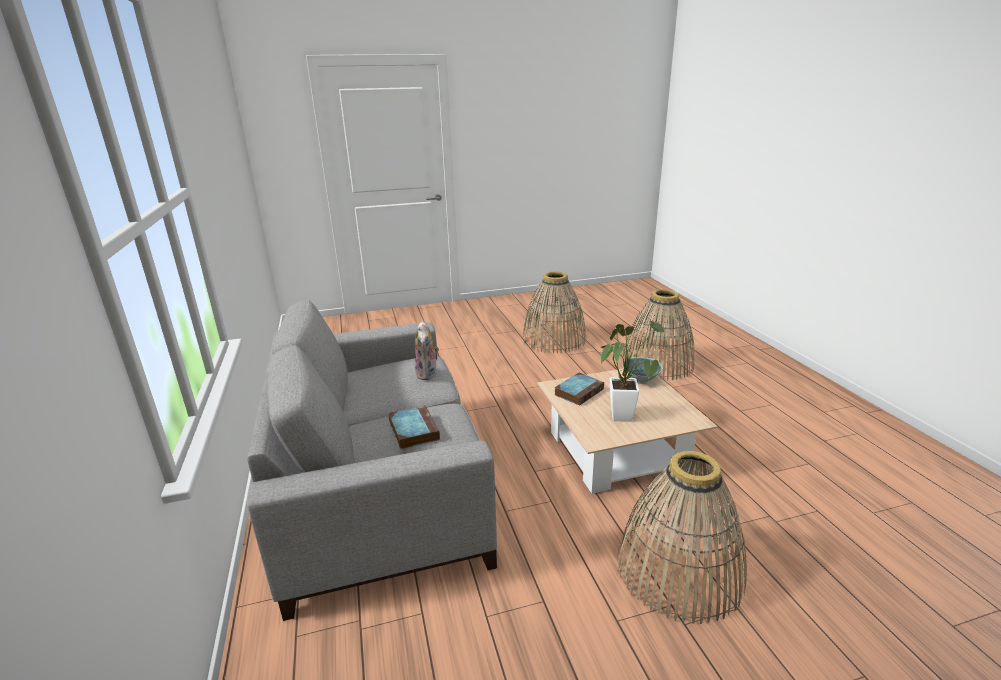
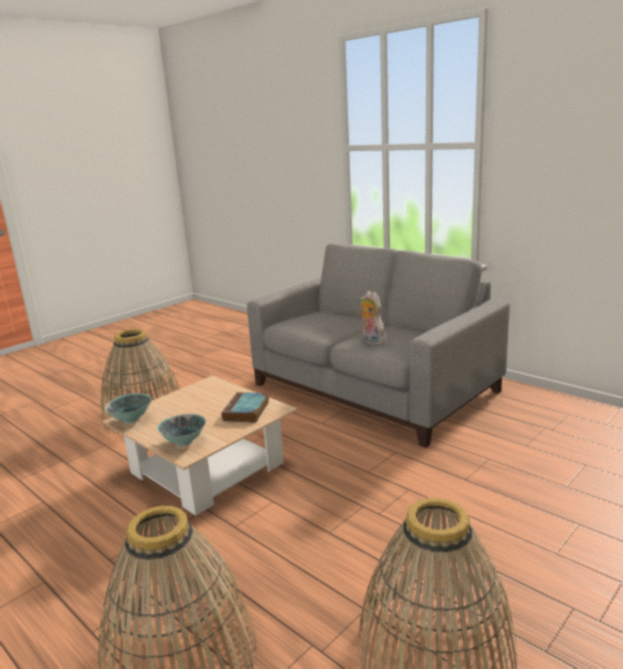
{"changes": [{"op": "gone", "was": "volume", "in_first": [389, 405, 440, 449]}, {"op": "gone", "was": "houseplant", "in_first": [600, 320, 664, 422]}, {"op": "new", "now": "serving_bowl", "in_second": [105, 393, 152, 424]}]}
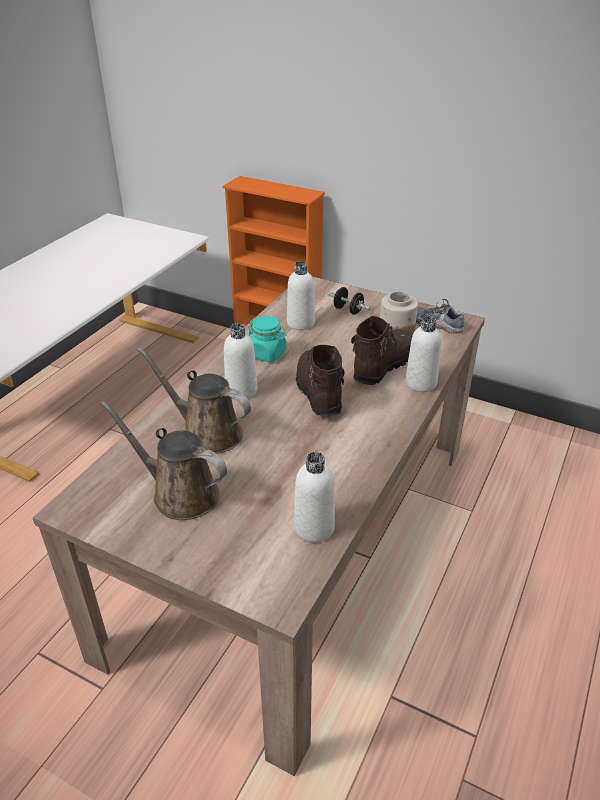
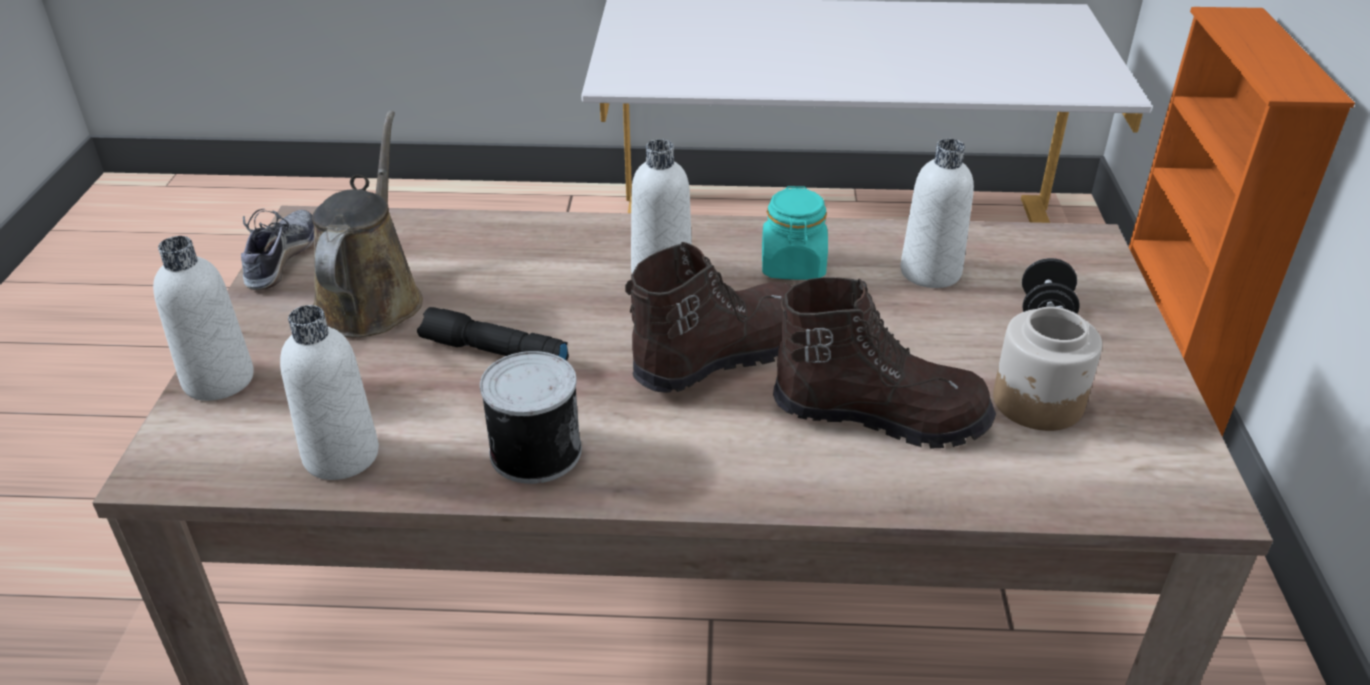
{"changes": [{"op": "gone", "was": "brownish_sprinkling_can", "in_first": [137, 347, 251, 454]}, {"op": "new", "now": "black-coloured_flashlight", "in_second": [417, 307, 569, 361]}, {"op": "new", "now": "can", "in_second": [480, 351, 582, 484]}, {"op": "shifted", "was": "white_drink_bottle", "in_first": [405, 316, 442, 392], "in_second": [153, 236, 254, 401]}, {"op": "shifted", "was": "shoe", "in_first": [416, 299, 465, 333], "in_second": [241, 209, 314, 290]}]}
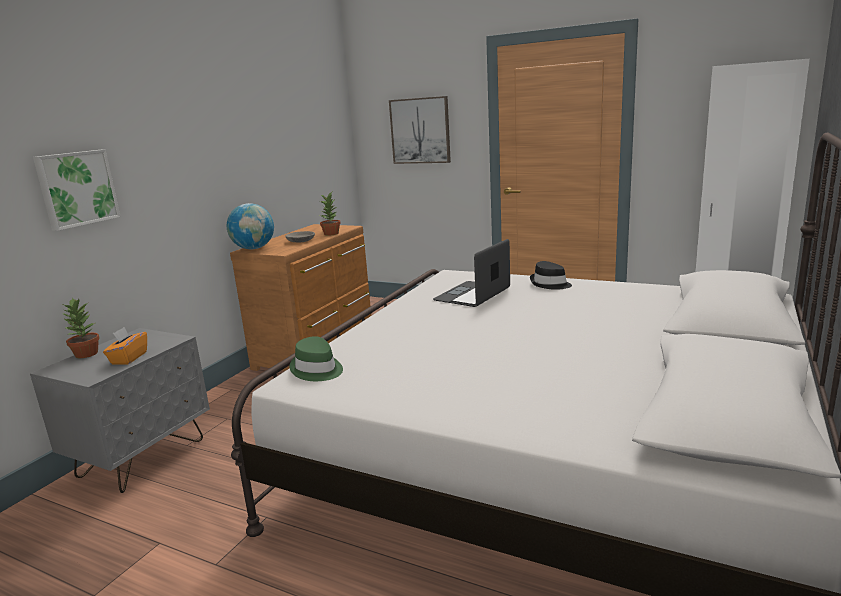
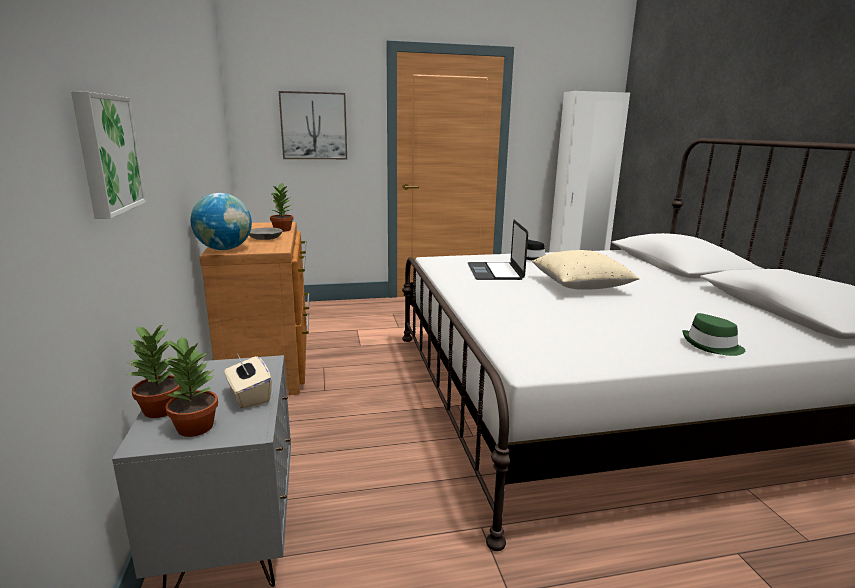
{"changes": [{"op": "new", "now": "houseplant", "in_second": [164, 336, 218, 437]}, {"op": "new", "now": "beige-coloured_pillow", "in_second": [532, 250, 640, 290]}, {"op": "shifted", "was": "green-coloured_clothing_hat", "in_first": [289, 336, 343, 381], "in_second": [683, 313, 745, 356]}, {"op": "repainted", "was": "orange_tissue_holder", "now": "beige-coloured_tissue_holder", "in_first": [103, 327, 147, 364], "in_second": [224, 353, 272, 409]}]}
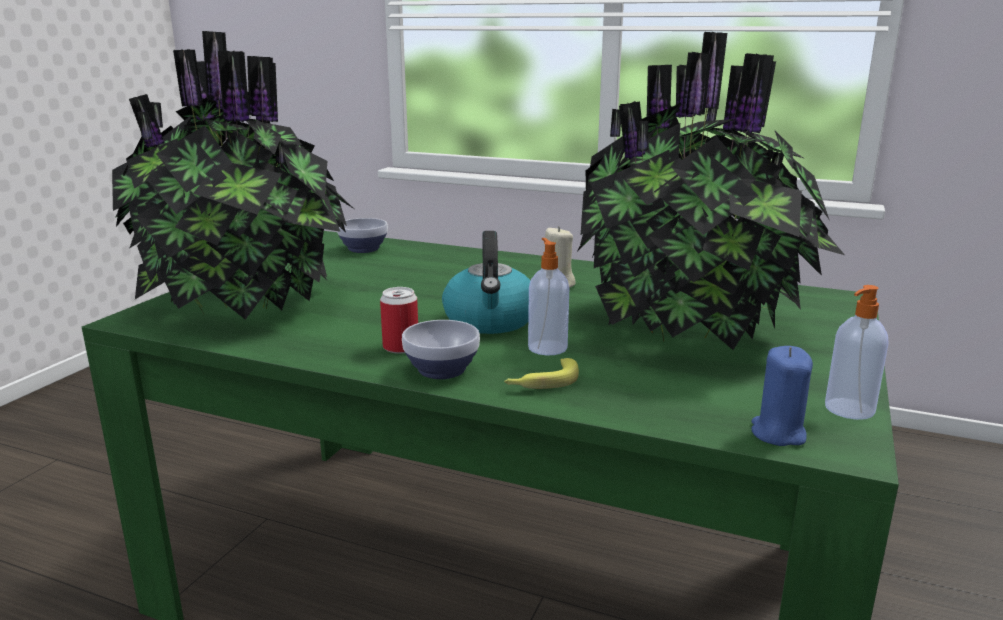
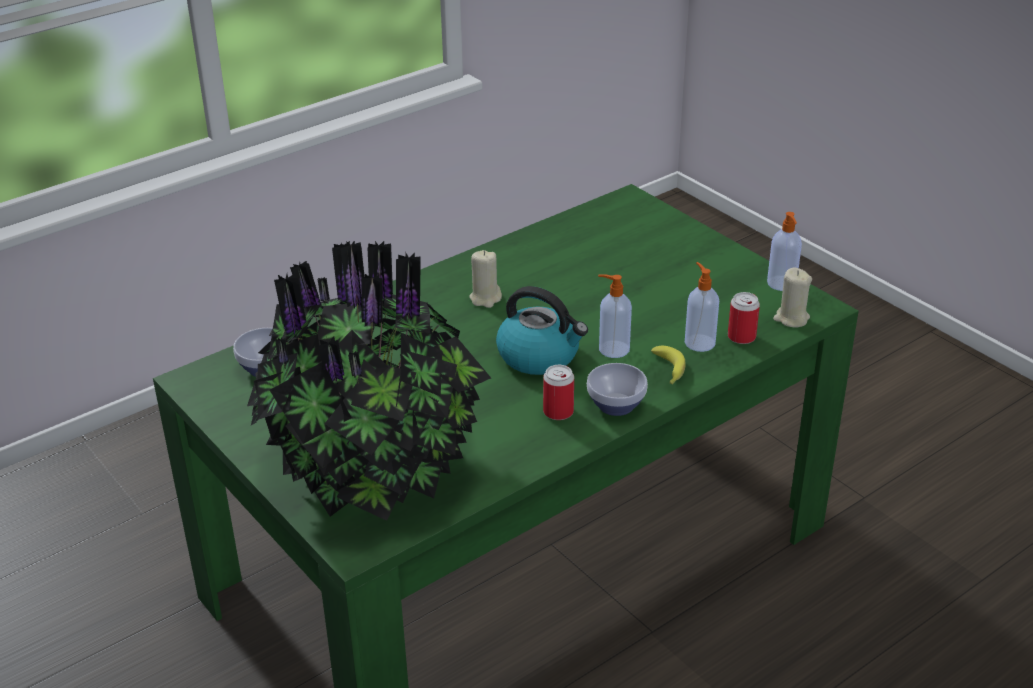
{"changes": [{"op": "gone", "was": "houseplant", "in_first": [578, 32, 845, 350]}, {"op": "new", "now": "soap_dispenser", "in_second": [685, 262, 719, 352]}, {"op": "new", "now": "can", "in_second": [728, 292, 760, 344]}, {"op": "repainted", "was": "blue-coloured_wax_candle", "now": "beige-coloured_wax_candle", "in_first": [751, 346, 813, 446], "in_second": [773, 267, 812, 327]}]}
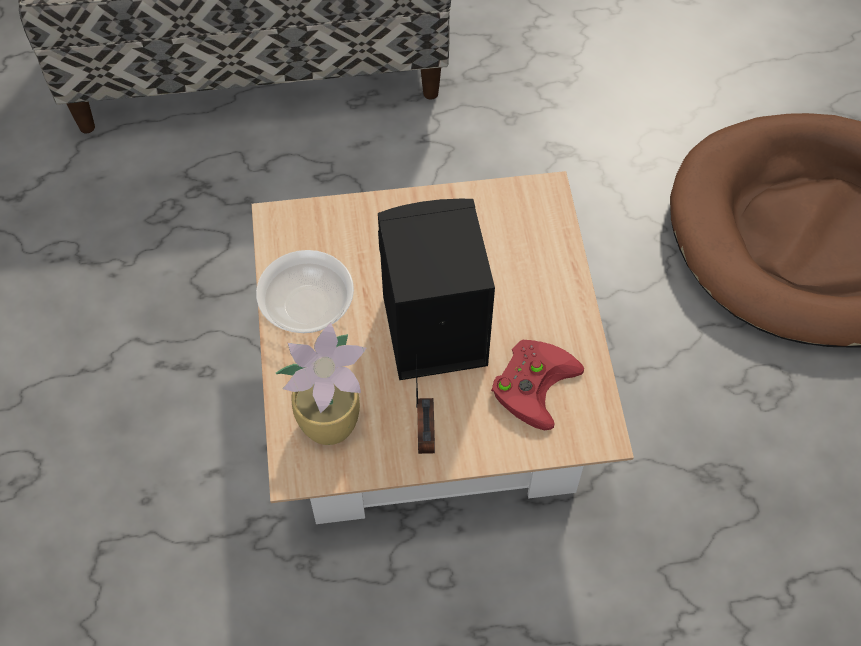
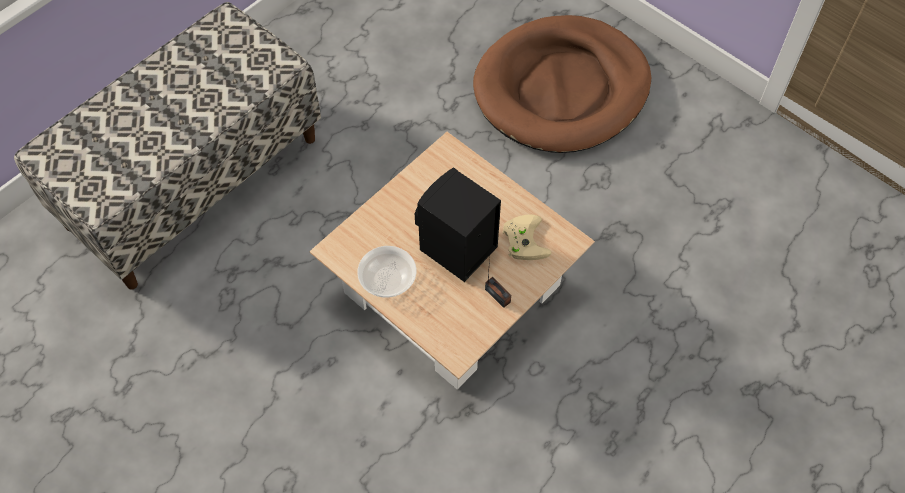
{"changes": [{"op": "gone", "was": "houseplant", "in_first": [276, 322, 366, 445]}, {"op": "repainted", "was": "reddish_gamepad", "now": "beige-coloured_gamepad", "in_first": [491, 340, 584, 430], "in_second": [503, 215, 551, 260]}]}
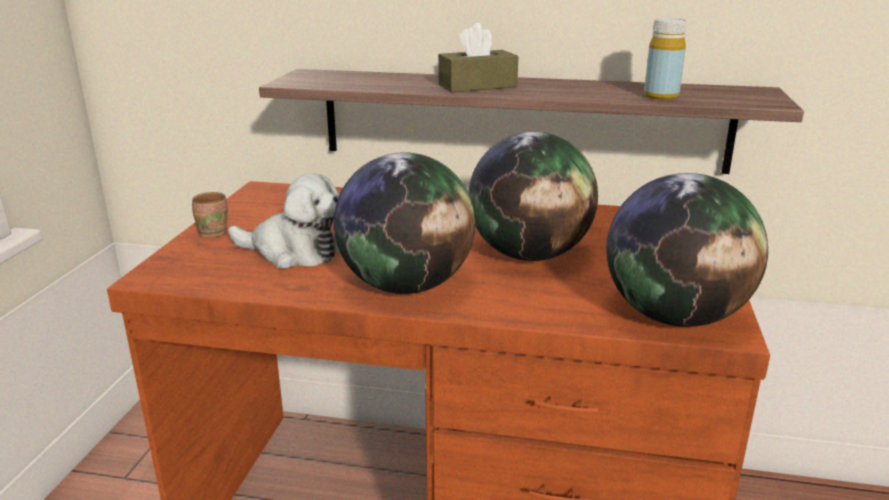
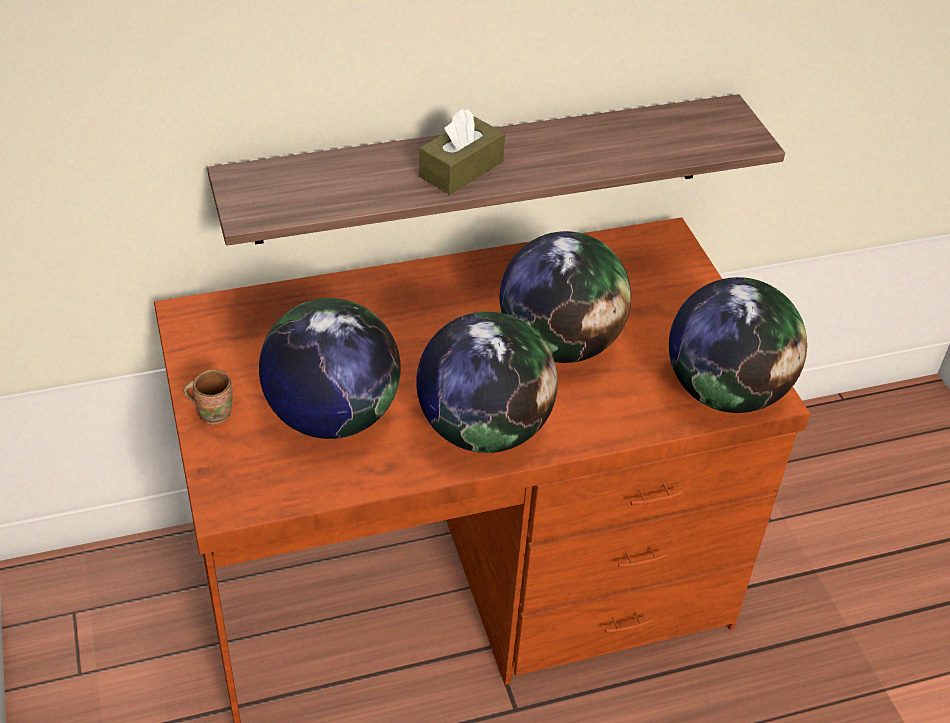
{"changes": [{"op": "gone", "was": "yellow-coloured_drink_bottle", "in_first": [644, 18, 687, 100]}, {"op": "swapped", "was": "plush_toy", "now": "desk_globe", "in_first": [228, 173, 339, 269], "in_second": [259, 298, 401, 439]}]}
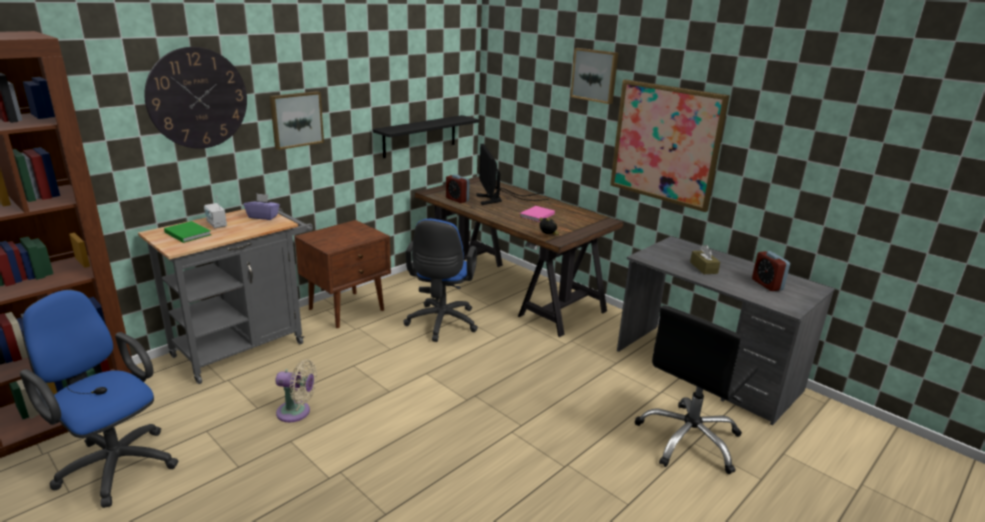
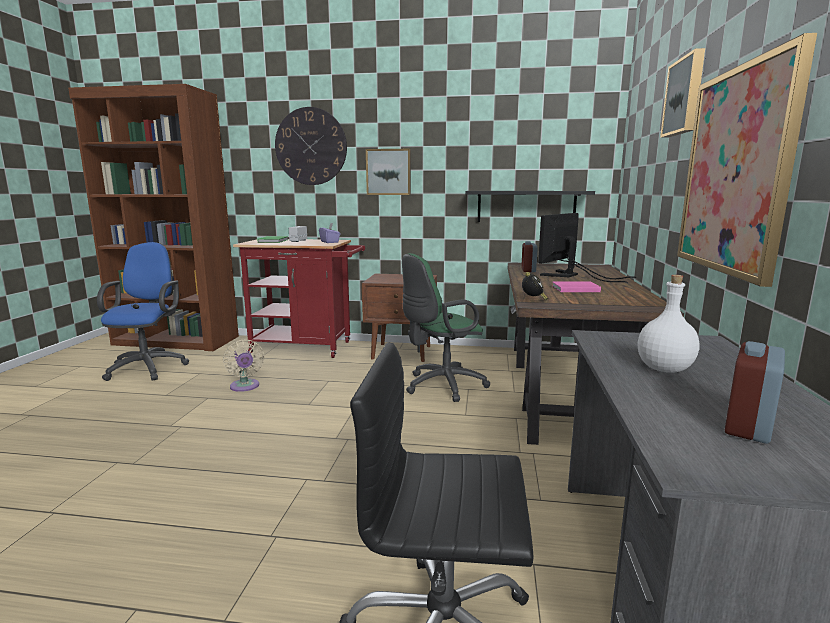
{"changes": [{"op": "swapped", "was": "brownish_tissue_holder", "now": "white_drink_bottle", "in_first": [690, 245, 720, 274], "in_second": [638, 275, 699, 373]}, {"op": "repainted", "was": "grey_cart", "now": "reddish_cart", "in_first": [138, 208, 313, 384], "in_second": [233, 239, 365, 358]}, {"op": "repainted", "was": "blue-coloured_office_chair", "now": "green-coloured_office_chair", "in_first": [404, 219, 478, 342], "in_second": [402, 253, 490, 402]}]}
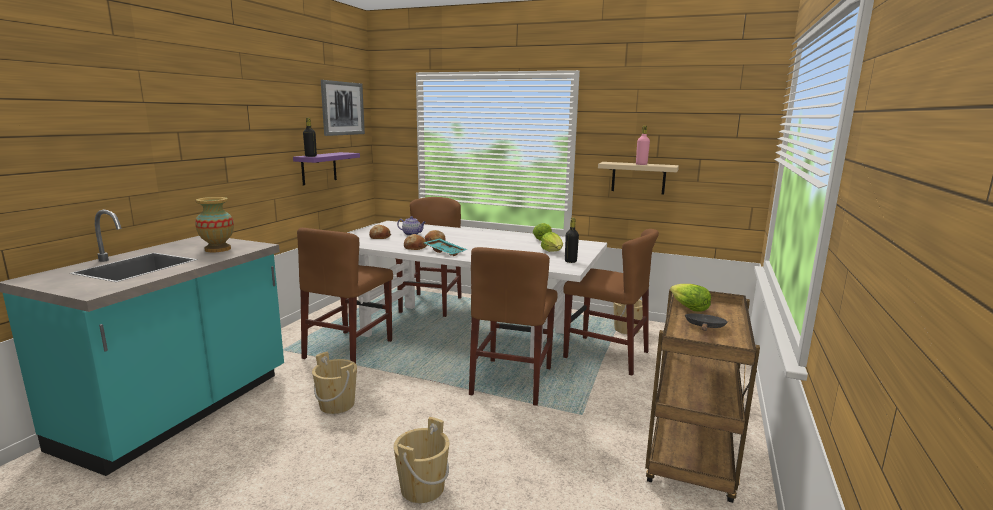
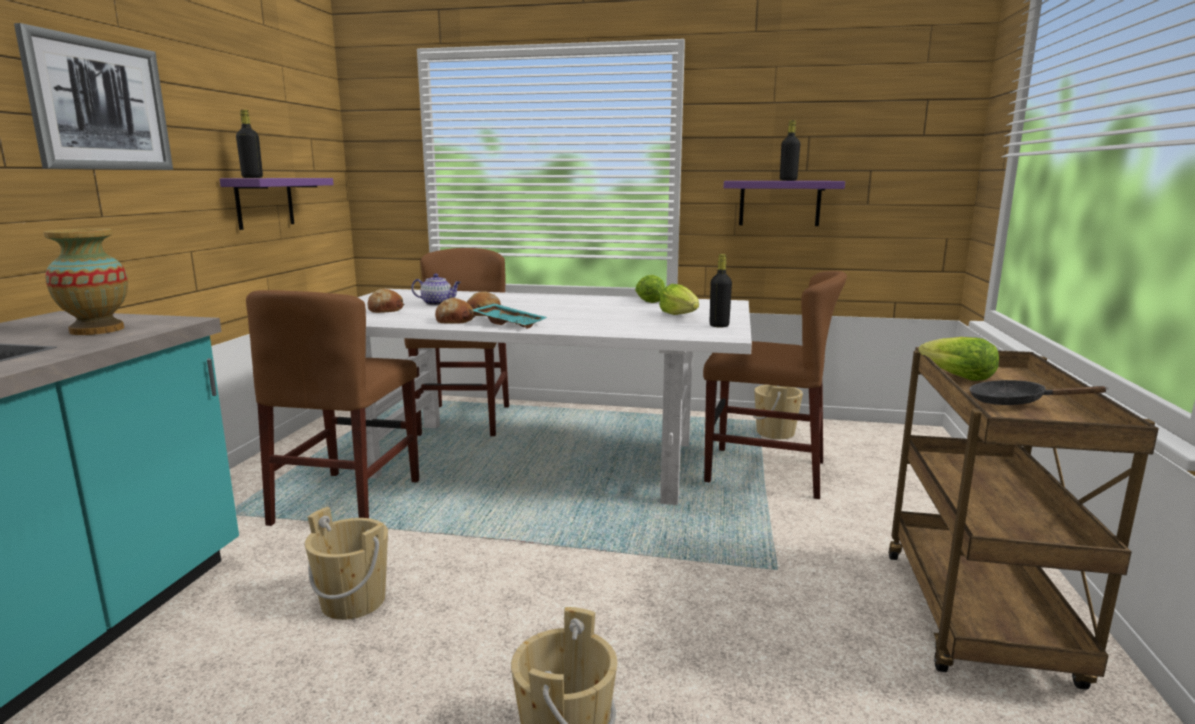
{"changes": [{"op": "gone", "was": "brownish_chair", "in_first": [469, 247, 558, 406]}, {"op": "shifted", "was": "wall_art", "in_first": [321, 80, 365, 136], "in_second": [14, 23, 173, 170]}, {"op": "repainted", "was": "beige-coloured_wall_shelf", "now": "purple_wall_shelf", "in_first": [598, 162, 679, 194], "in_second": [724, 181, 845, 226]}, {"op": "repainted", "was": "pink-coloured_drink_bottle", "now": "black-coloured_drink_bottle", "in_first": [636, 126, 650, 165], "in_second": [780, 120, 800, 181]}, {"op": "rotated", "was": "black-coloured_frying_pan", "in_first": [685, 313, 728, 331], "in_second": [969, 380, 1109, 405], "clockwise": -75}]}
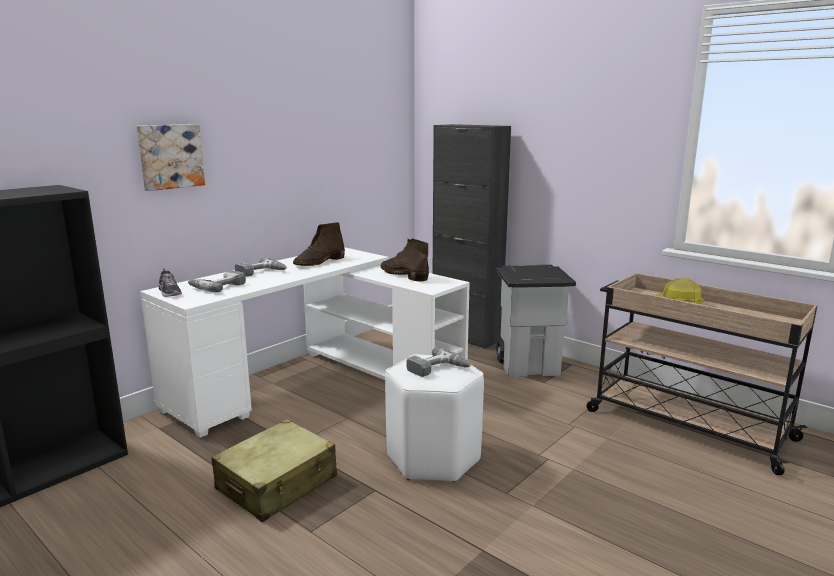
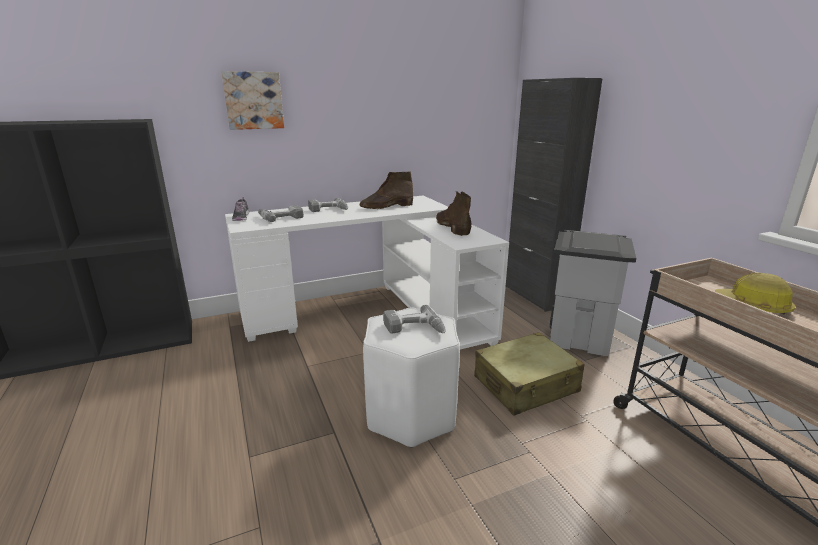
{"changes": [{"op": "shifted", "was": "beige-coloured_piece_of_luggage", "in_first": [211, 419, 337, 522], "in_second": [474, 332, 585, 416]}]}
